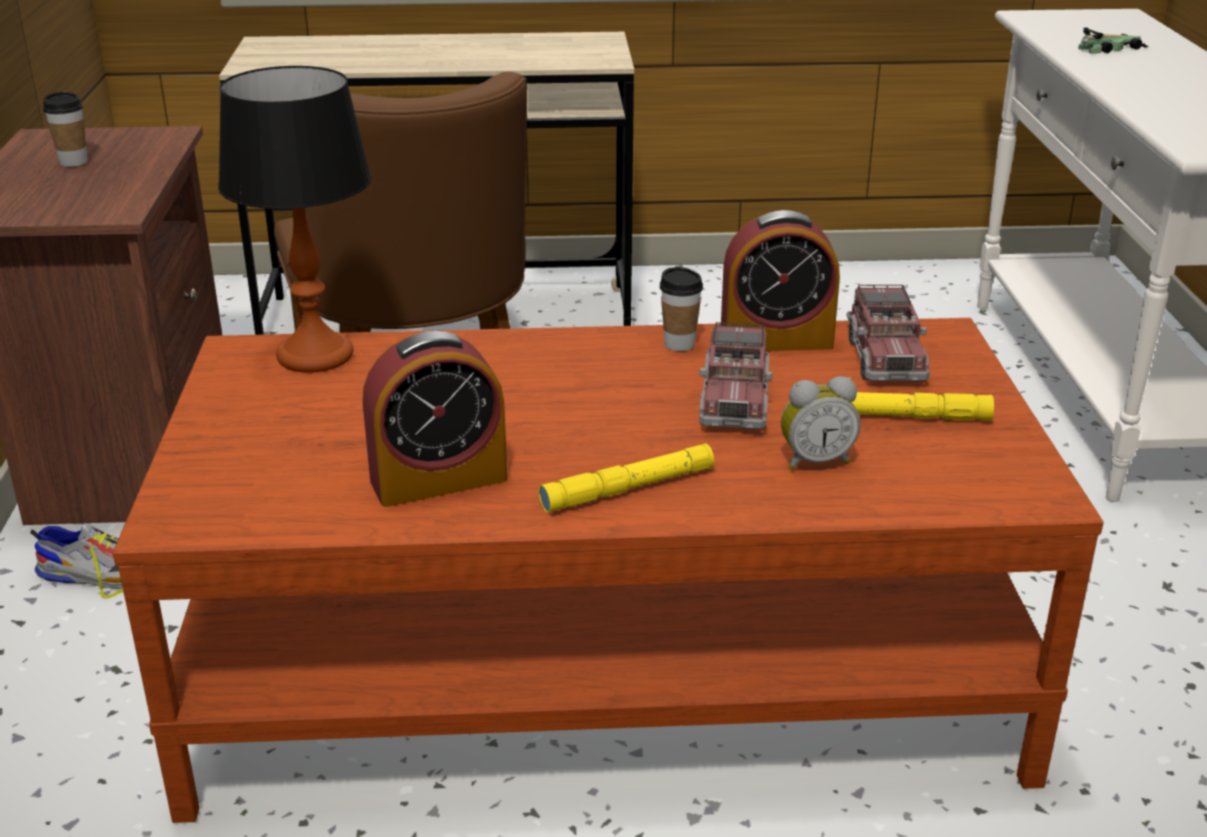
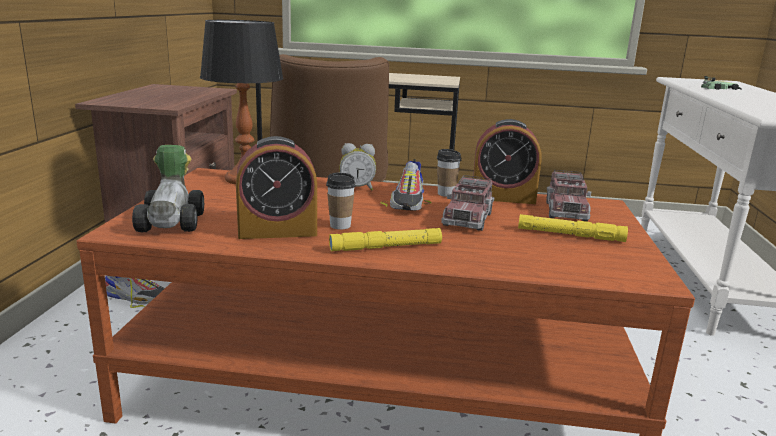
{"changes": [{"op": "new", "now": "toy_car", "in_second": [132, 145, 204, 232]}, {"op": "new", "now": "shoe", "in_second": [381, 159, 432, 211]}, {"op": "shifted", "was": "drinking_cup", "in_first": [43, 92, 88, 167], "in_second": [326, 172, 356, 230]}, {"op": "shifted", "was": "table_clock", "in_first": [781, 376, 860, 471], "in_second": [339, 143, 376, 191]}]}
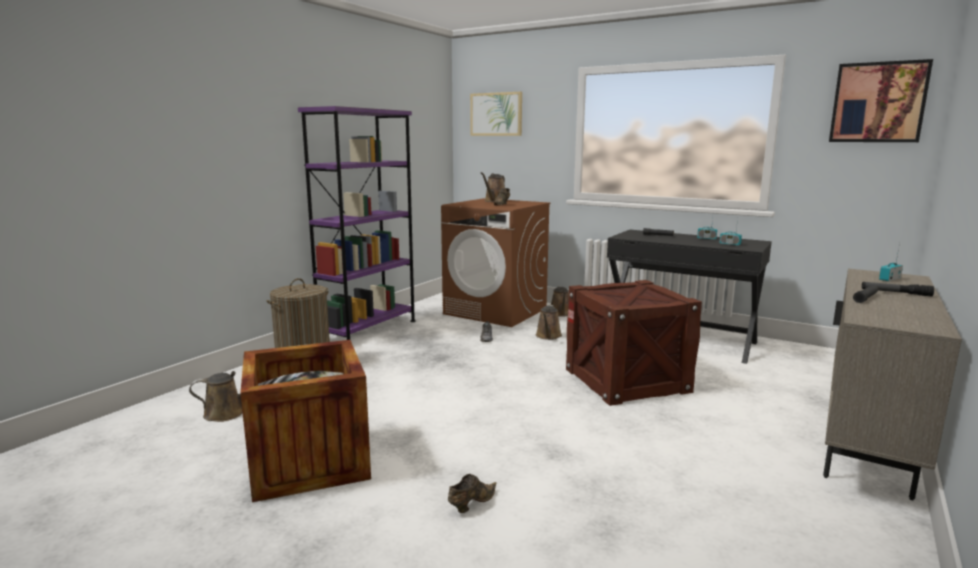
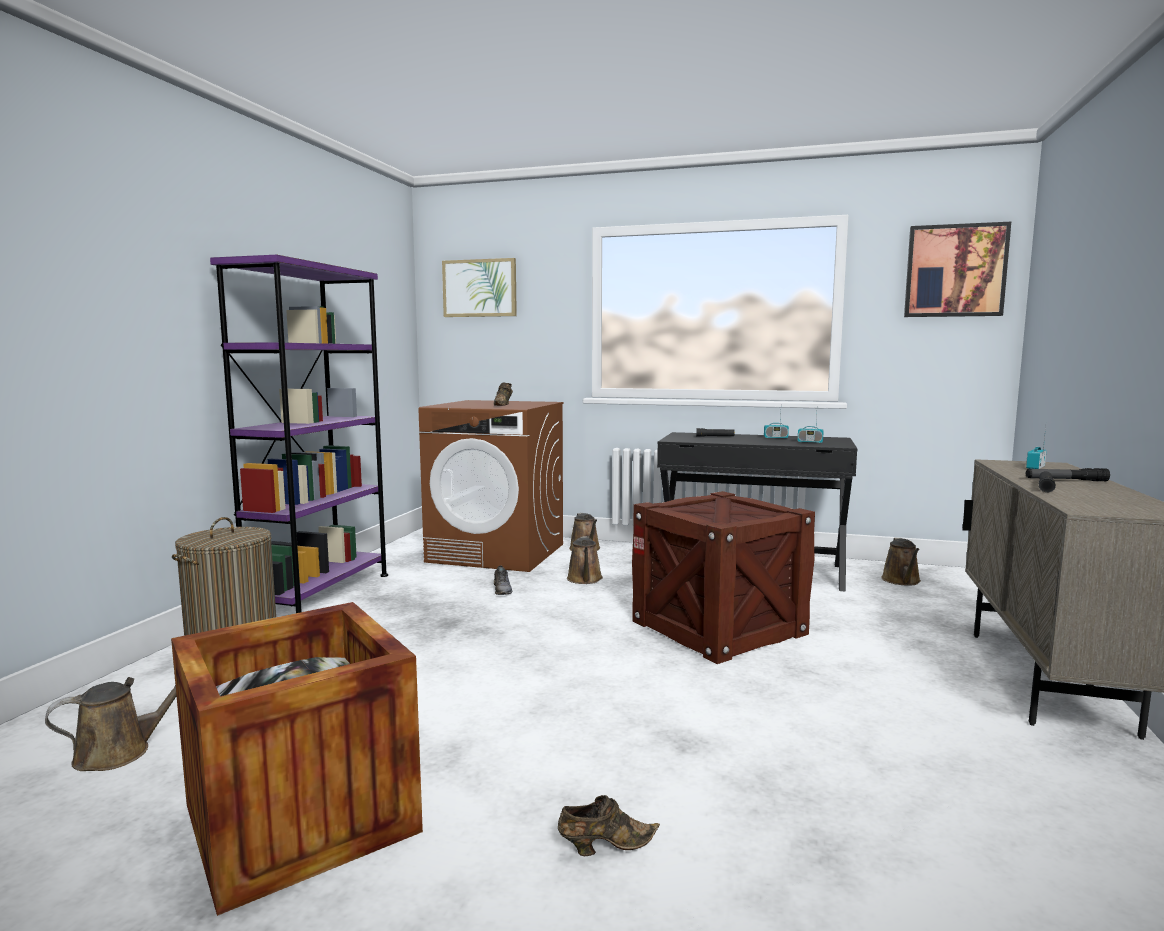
{"changes": [{"op": "shifted", "was": "brownish_sprinkling_can", "in_first": [481, 172, 508, 202], "in_second": [881, 538, 921, 586]}, {"op": "rotated", "was": "brownish_shoe", "in_first": [448, 474, 497, 513], "in_second": [558, 795, 660, 856], "clockwise": 45}]}
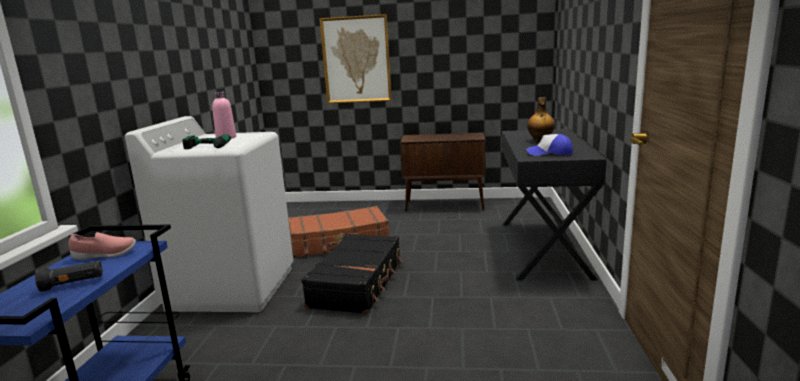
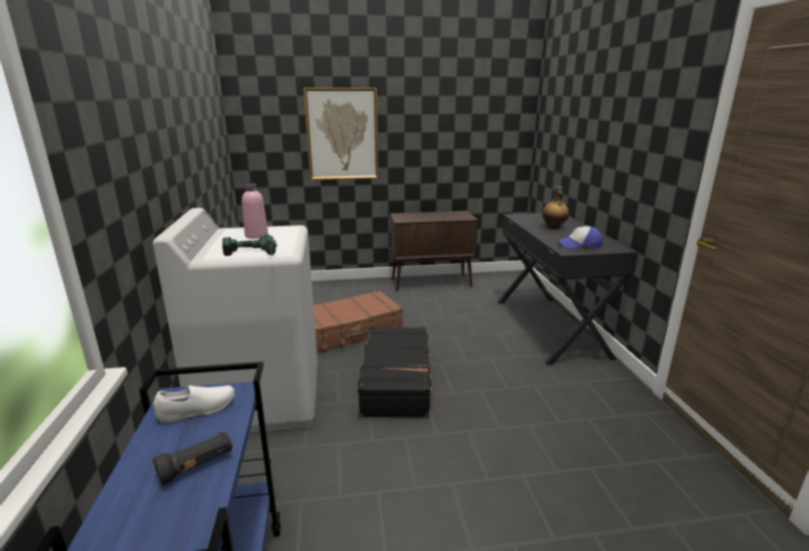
{"changes": [{"op": "repainted", "was": "pink-coloured_shoe", "now": "white_shoe", "in_first": [68, 232, 136, 260], "in_second": [153, 385, 235, 423]}]}
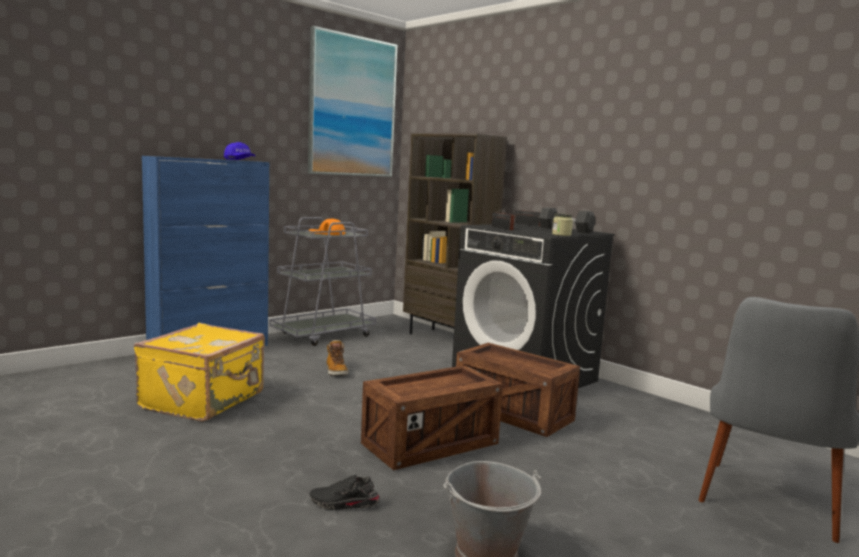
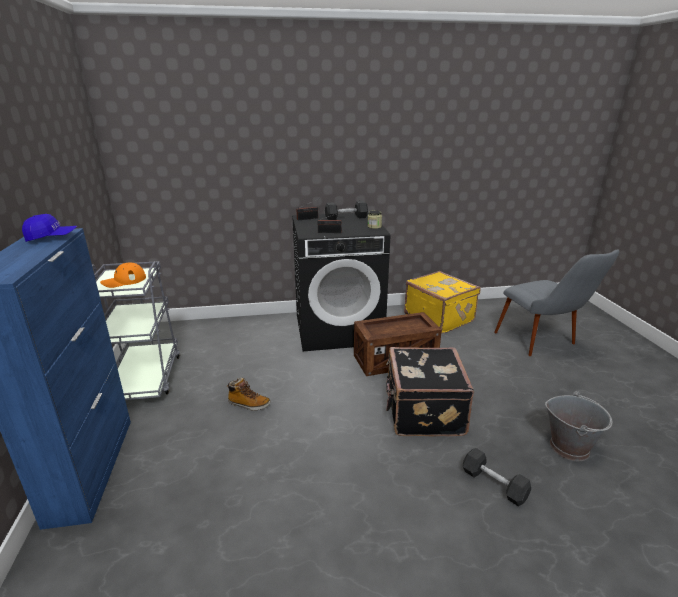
{"changes": [{"op": "gone", "was": "wall_art", "in_first": [308, 26, 397, 177]}, {"op": "gone", "was": "brownish_bookcase", "in_first": [403, 134, 507, 334]}, {"op": "shifted", "was": "yellow-coloured_piece_of_luggage", "in_first": [134, 323, 265, 422], "in_second": [404, 271, 480, 334]}, {"op": "swapped", "was": "black-coloured_shoe", "now": "grey_dumbbell", "in_first": [310, 475, 380, 510], "in_second": [463, 448, 532, 506]}, {"op": "swapped", "was": "crate", "now": "black-coloured_piece_of_luggage", "in_first": [361, 365, 503, 470], "in_second": [386, 347, 474, 436]}]}
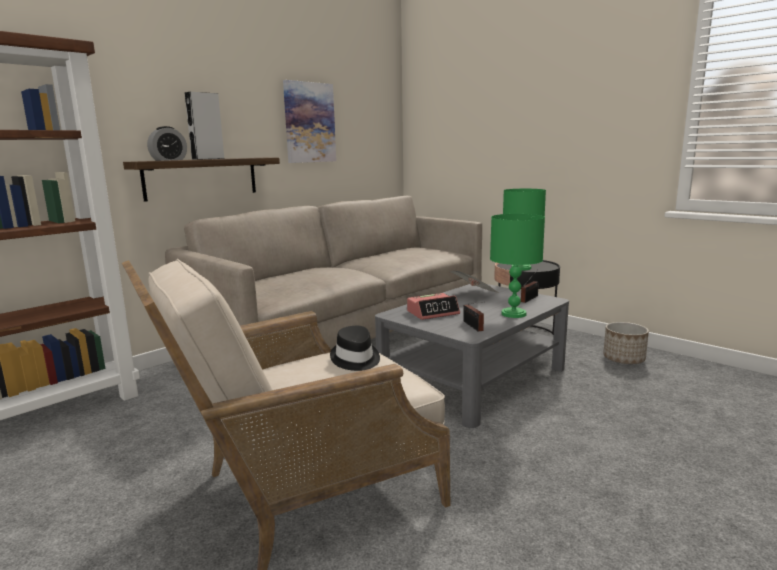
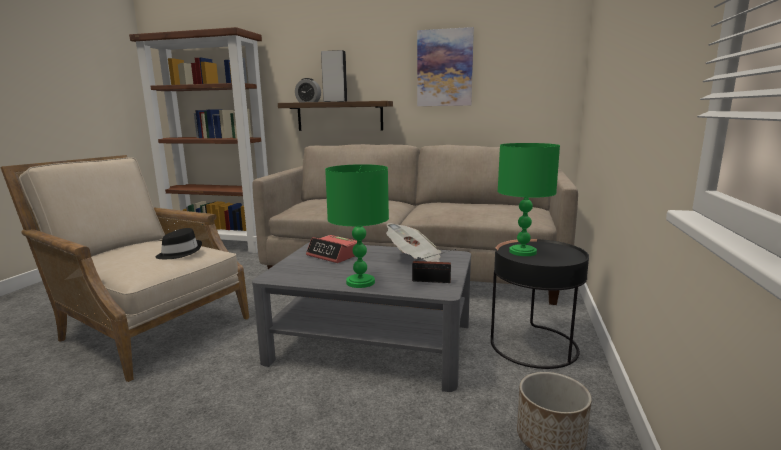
{"changes": [{"op": "gone", "was": "radio_receiver", "in_first": [463, 302, 484, 332]}]}
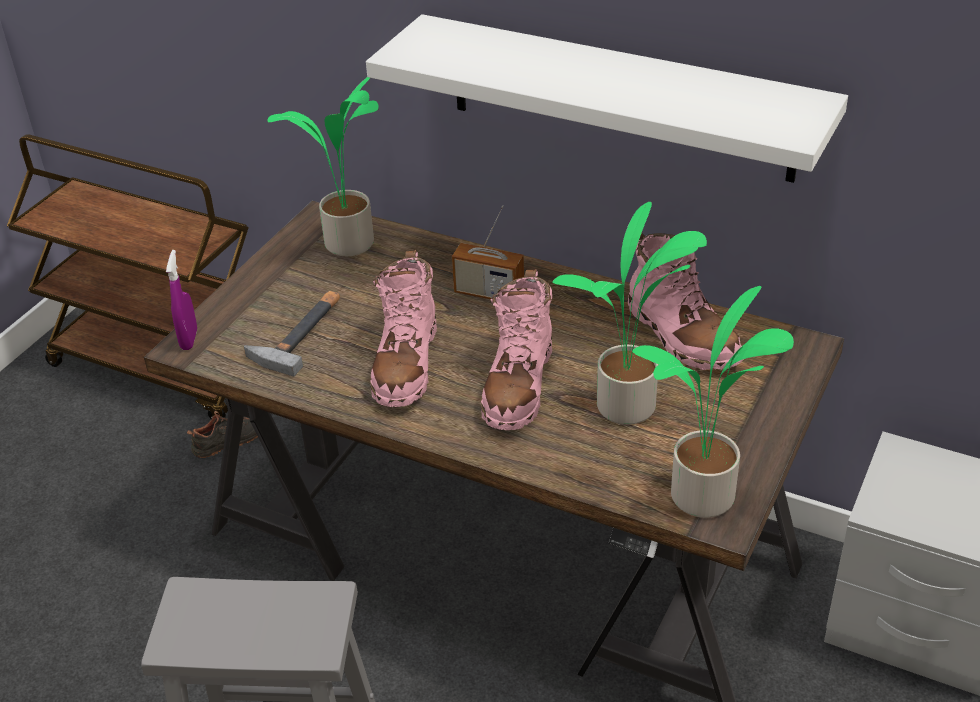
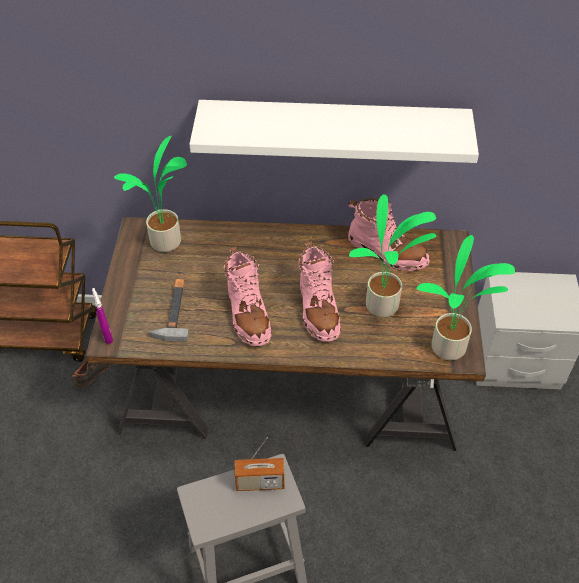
{"changes": [{"op": "shifted", "was": "radio_receiver", "in_first": [452, 205, 524, 299], "in_second": [235, 437, 284, 491]}]}
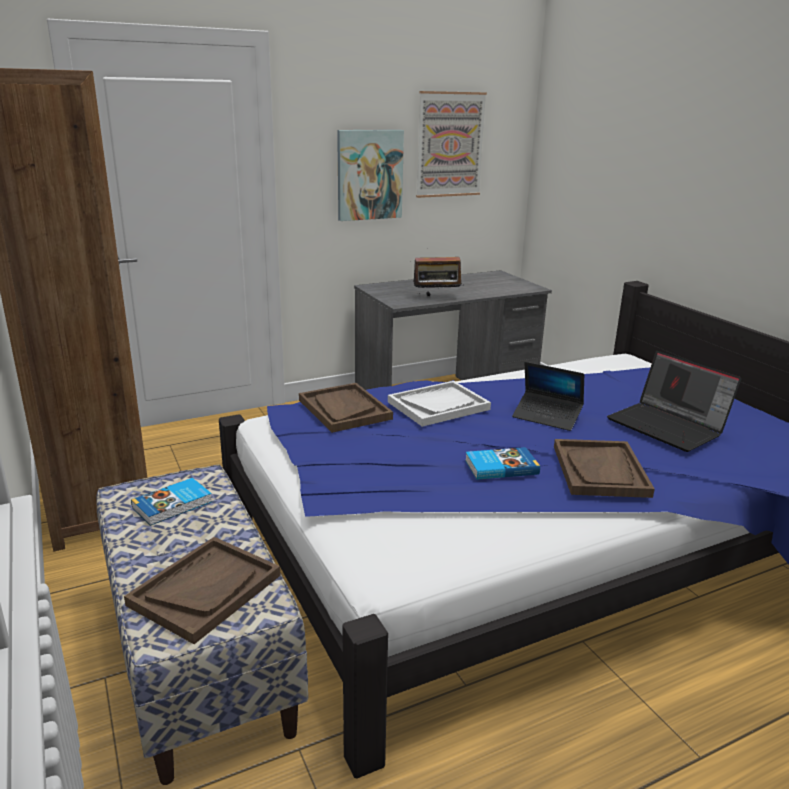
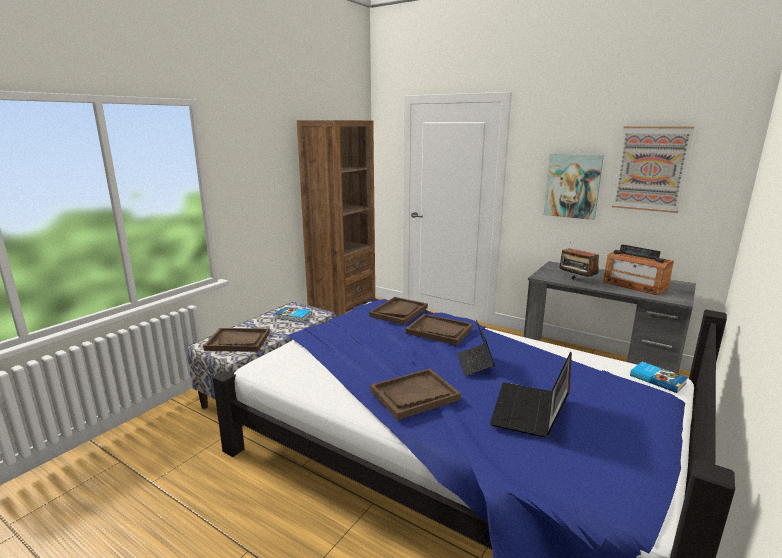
{"changes": [{"op": "new", "now": "radio_receiver", "in_second": [603, 244, 674, 295]}, {"op": "shifted", "was": "volume", "in_first": [465, 447, 540, 480], "in_second": [630, 362, 688, 393]}, {"op": "repainted", "was": "white_tray", "now": "brownish_tray", "in_first": [388, 381, 491, 427], "in_second": [405, 314, 473, 345]}]}
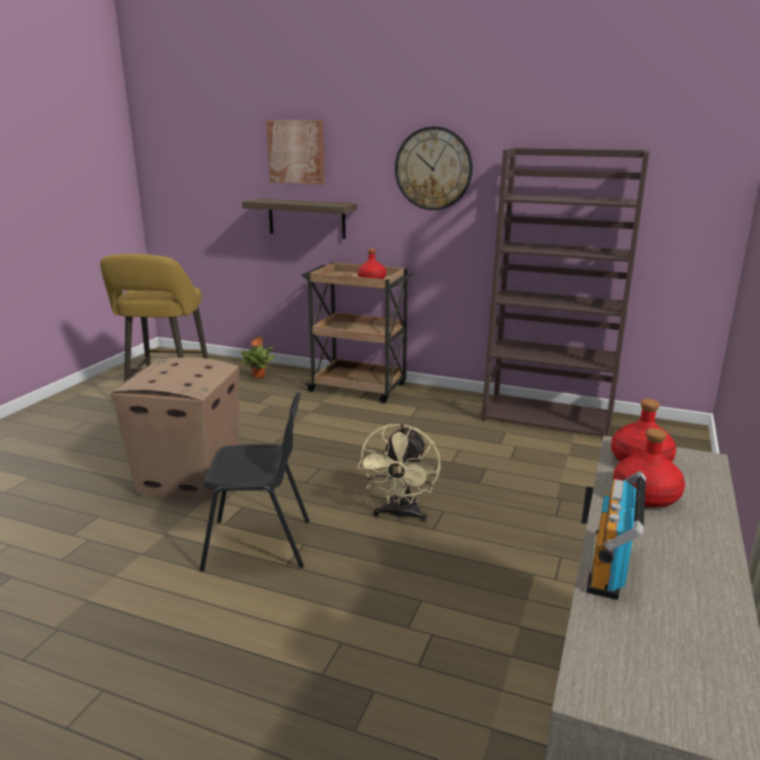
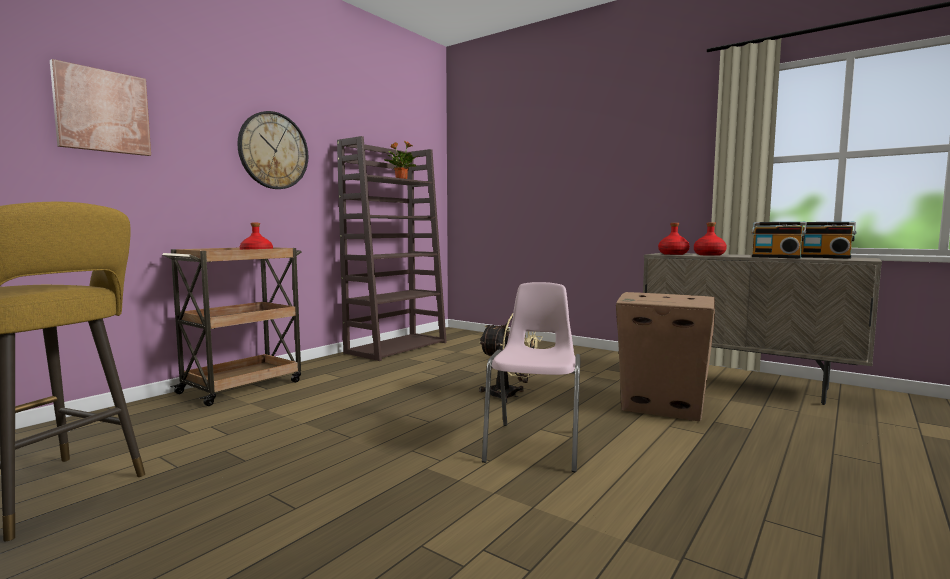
{"changes": [{"op": "gone", "was": "wall_shelf", "in_first": [242, 198, 357, 239]}, {"op": "new", "now": "radio_receiver", "in_second": [800, 222, 856, 259]}, {"op": "shifted", "was": "carton", "in_first": [111, 357, 239, 502], "in_second": [616, 292, 715, 421]}, {"op": "shifted", "was": "houseplant", "in_first": [242, 337, 275, 379], "in_second": [384, 141, 417, 179]}, {"op": "repainted", "was": "black-coloured_chair", "now": "pink-coloured_chair", "in_first": [200, 392, 310, 572], "in_second": [482, 282, 580, 472]}]}
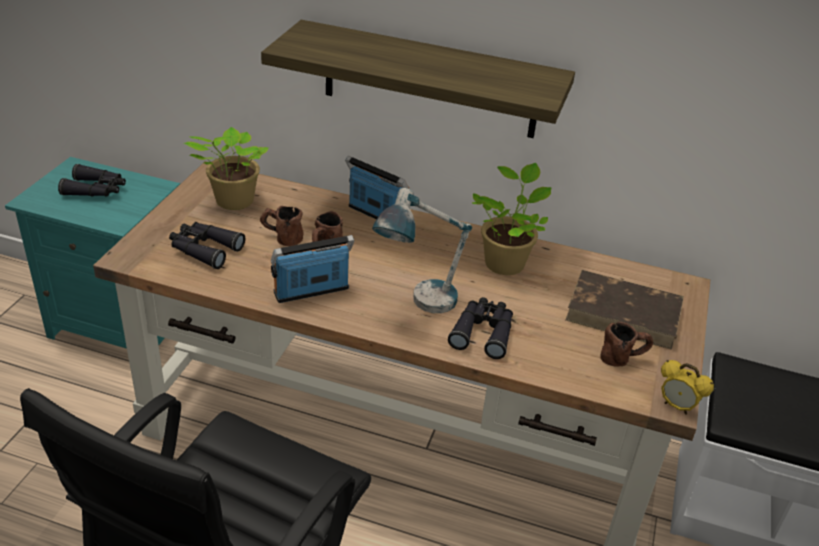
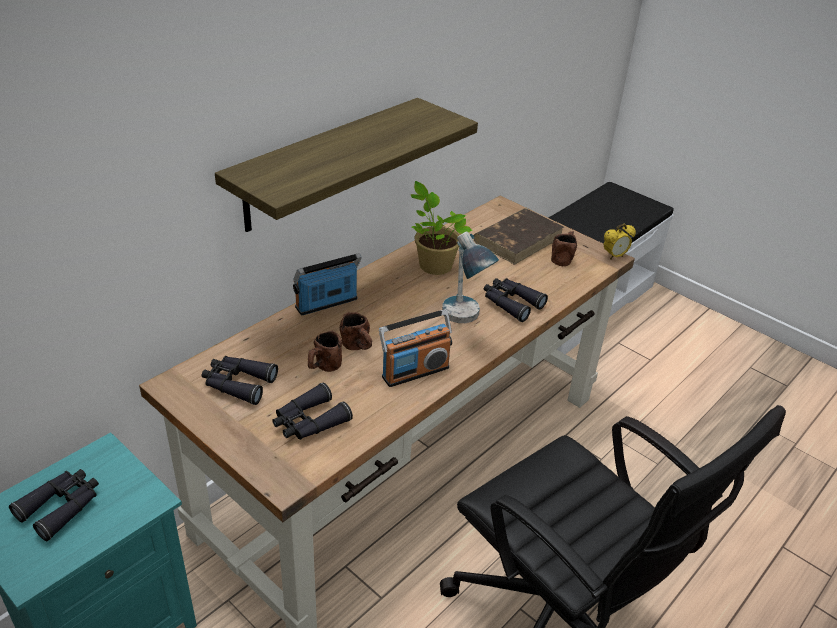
{"changes": [{"op": "swapped", "was": "houseplant", "now": "black-coloured_binoculars", "in_first": [184, 127, 269, 210], "in_second": [202, 356, 278, 405]}, {"op": "rotated", "was": "radio_receiver", "in_first": [271, 235, 354, 303], "in_second": [379, 310, 452, 387], "clockwise": -120}]}
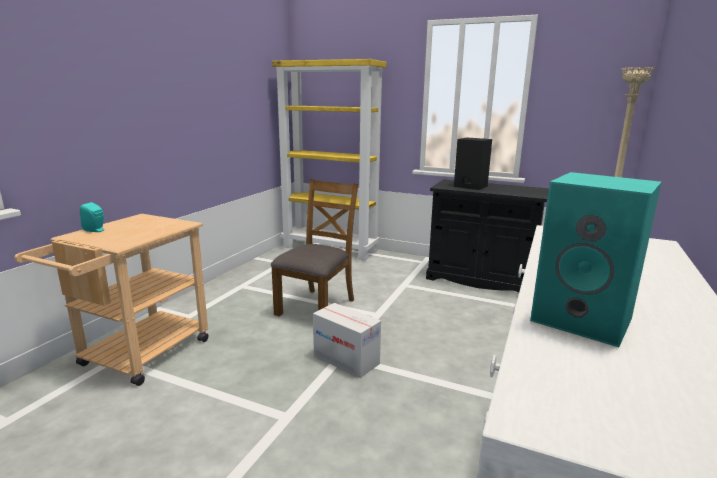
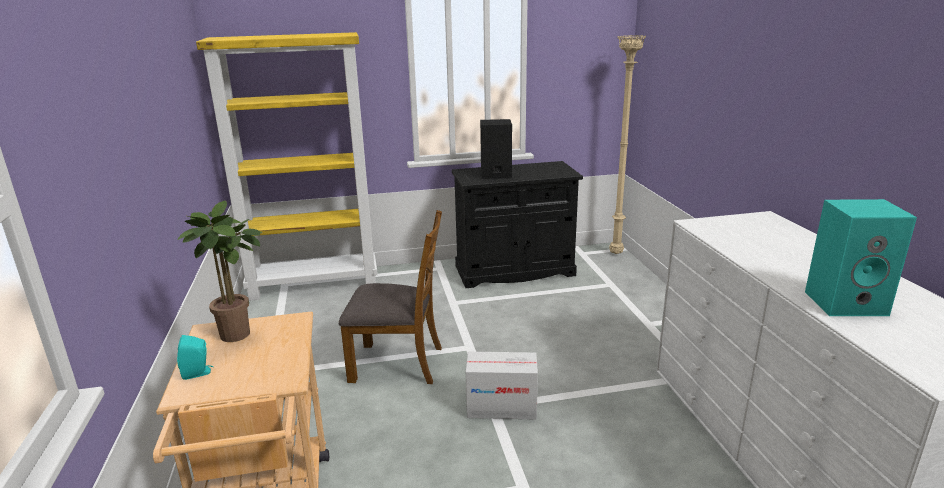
{"changes": [{"op": "new", "now": "houseplant", "in_second": [177, 200, 263, 342]}, {"op": "rotated", "was": "brownish_chair", "in_first": [271, 179, 358, 316], "in_second": [339, 210, 442, 384], "clockwise": 105}]}
